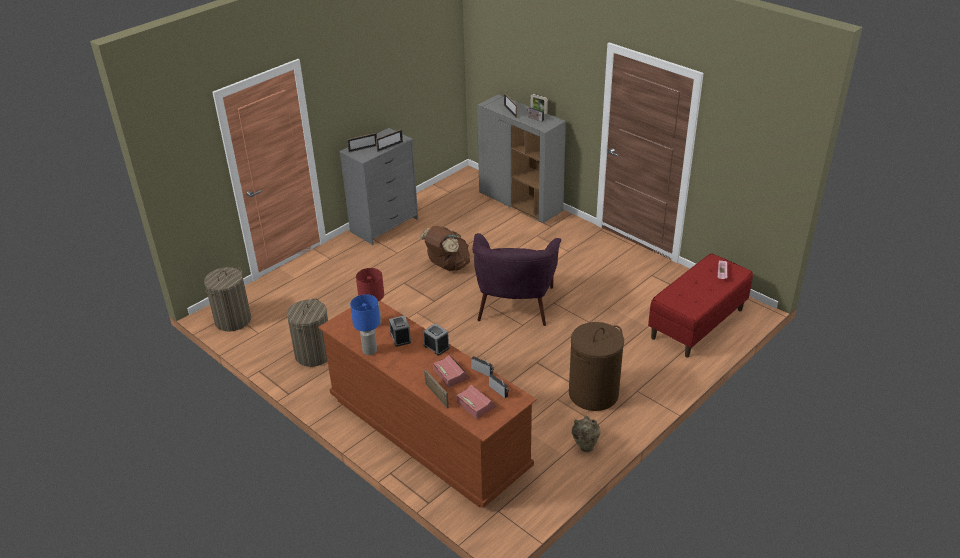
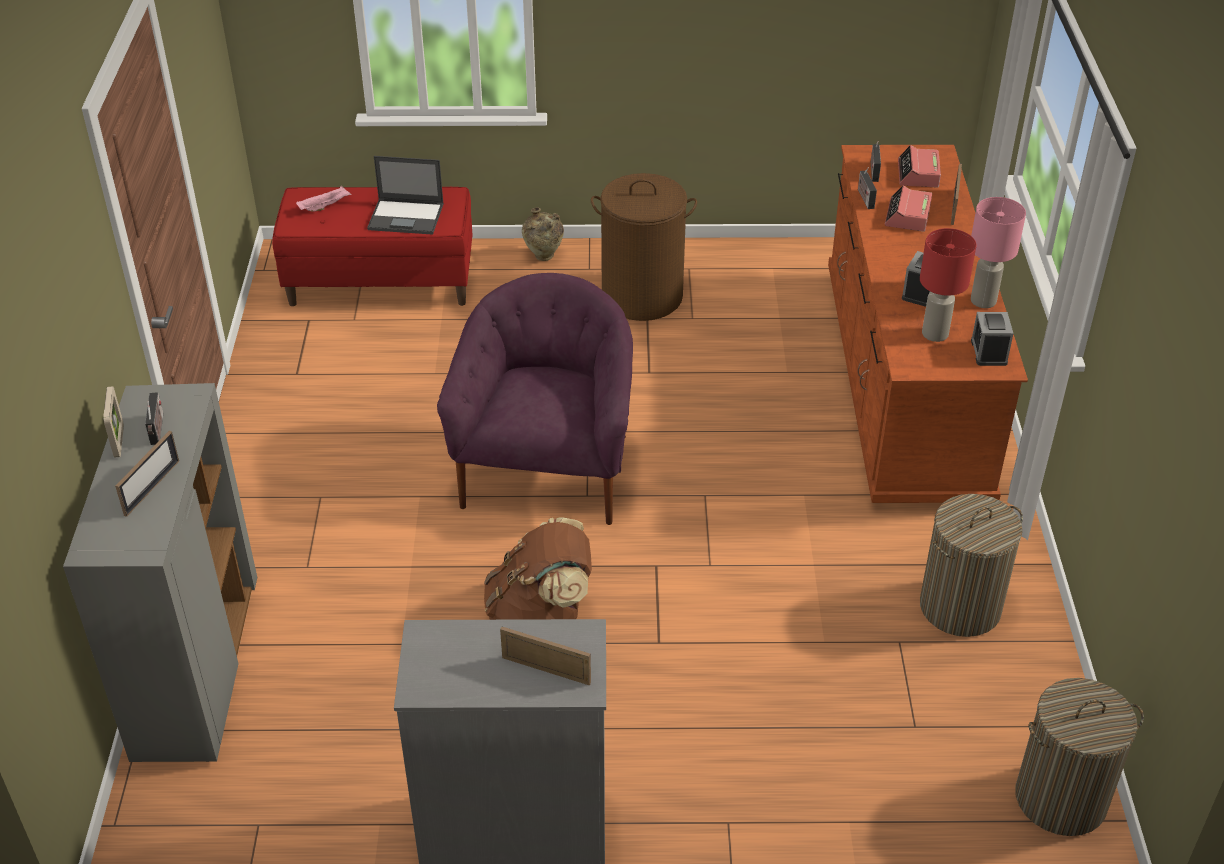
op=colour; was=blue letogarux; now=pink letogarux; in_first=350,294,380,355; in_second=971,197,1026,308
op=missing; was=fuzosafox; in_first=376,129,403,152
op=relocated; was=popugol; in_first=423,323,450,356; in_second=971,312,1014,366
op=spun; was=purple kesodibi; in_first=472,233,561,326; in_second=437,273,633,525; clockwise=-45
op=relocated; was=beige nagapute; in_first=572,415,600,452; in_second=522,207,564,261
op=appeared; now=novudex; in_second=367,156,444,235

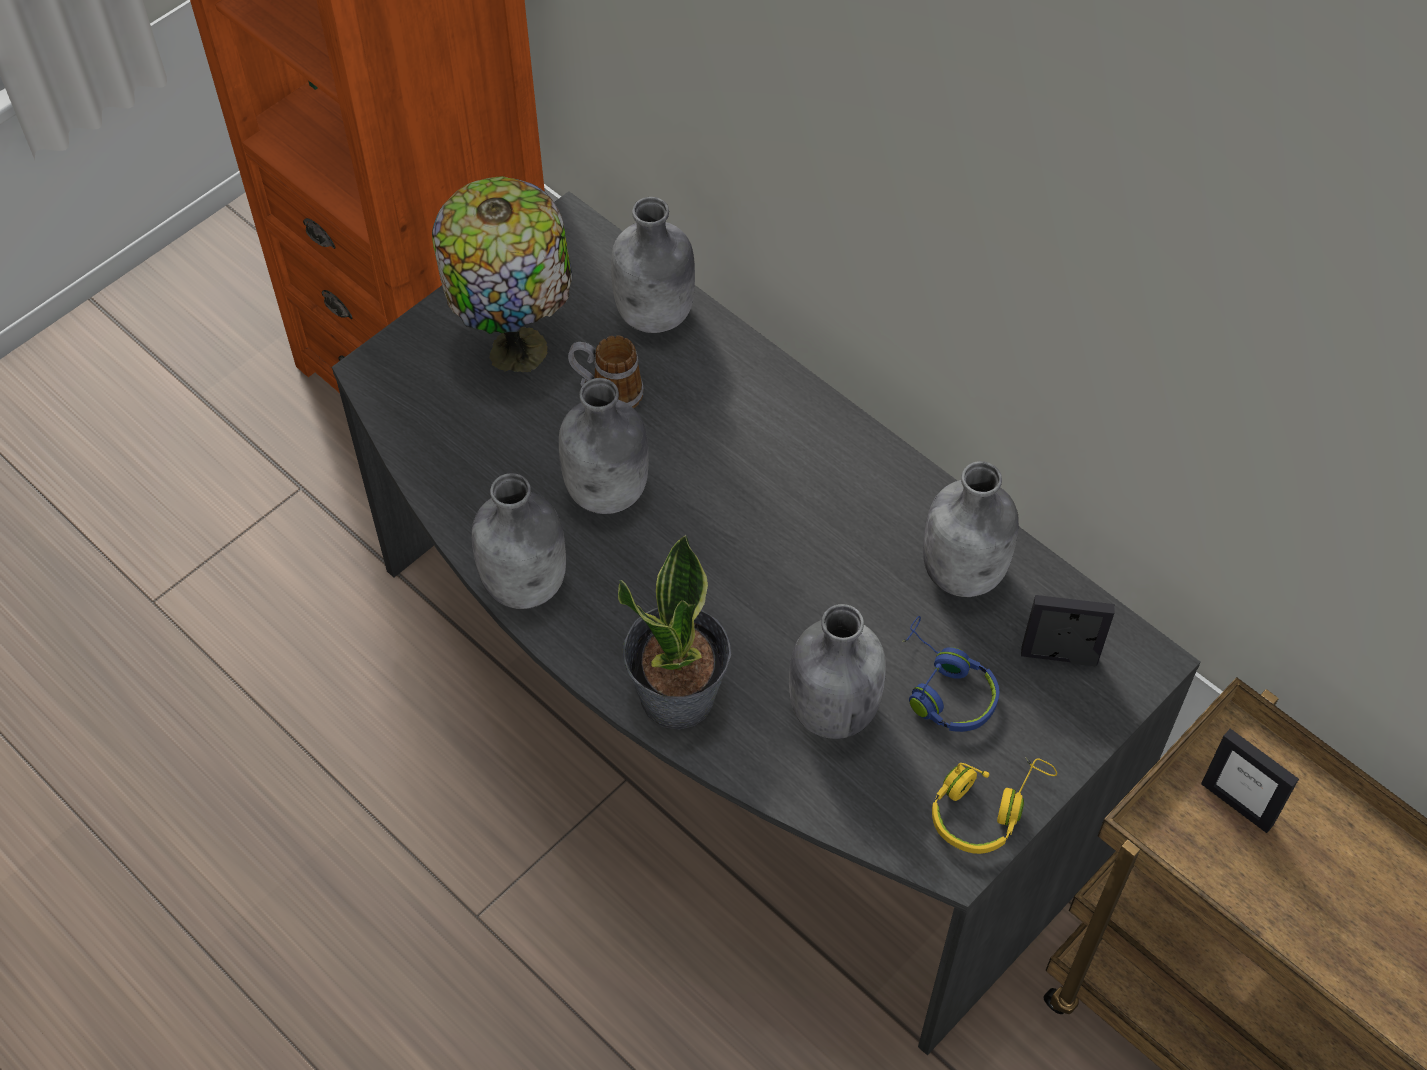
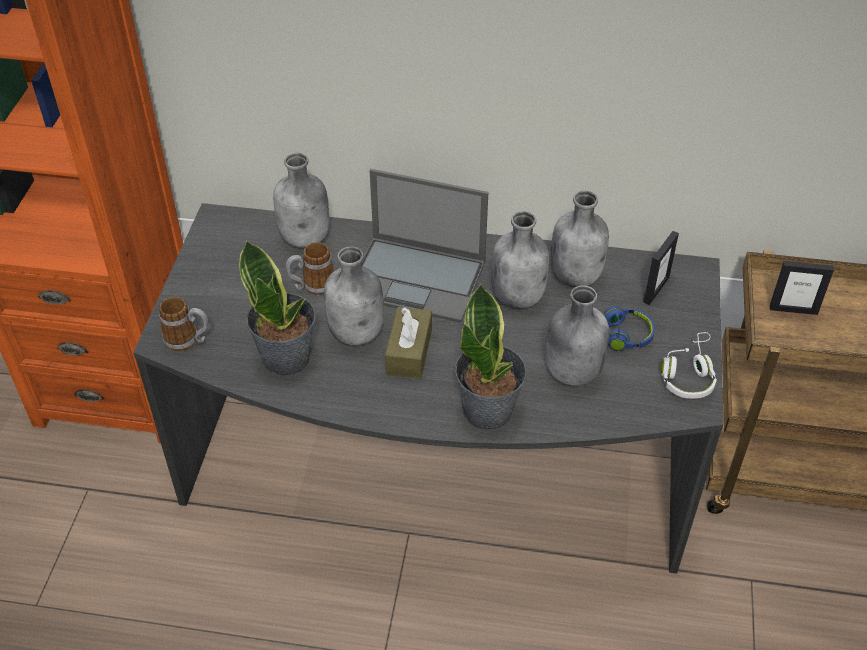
op=missing; was=letogarux; in_first=432,176,572,372
op=relocated; was=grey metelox; in_first=472,473,566,609; in_second=491,211,549,309
op=colour; was=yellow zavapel; now=white zavapel; in_first=932,757,1057,854; in_second=660,332,717,399
op=spun; was=fuzosafox; in_first=1021,595,1115,666; in_second=643,231,679,305; clockwise=150
op=appeared; now=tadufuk; in_second=159,297,208,351
op=appeared; now=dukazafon; in_second=239,240,316,376
op=appeared; now=novudex; in_second=361,169,488,323
op=appeared; now=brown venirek; in_second=385,307,432,379

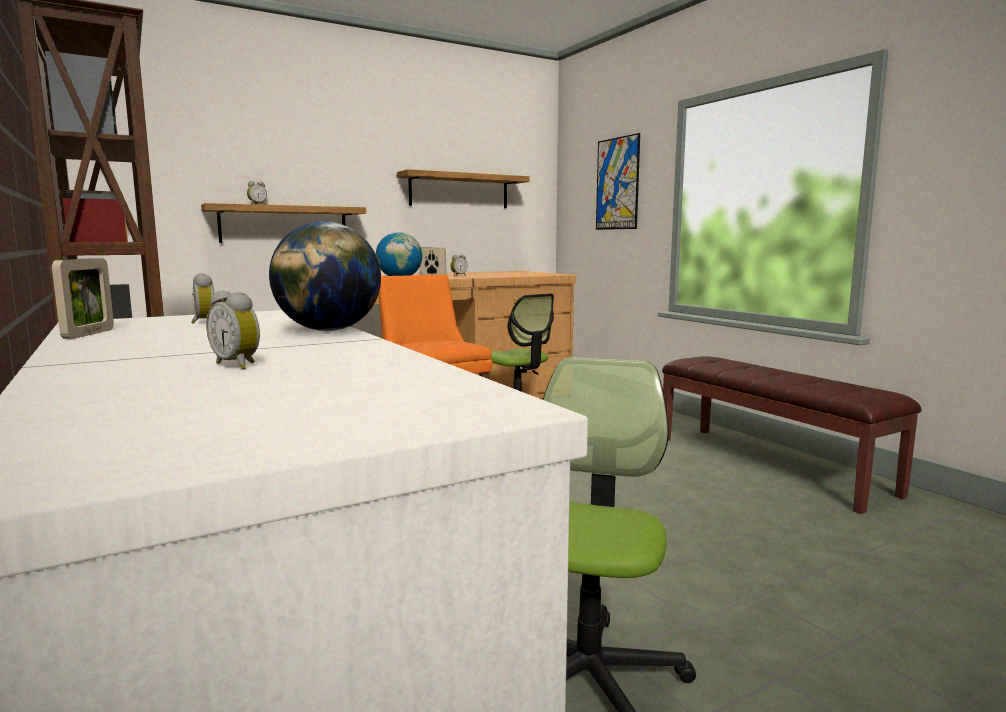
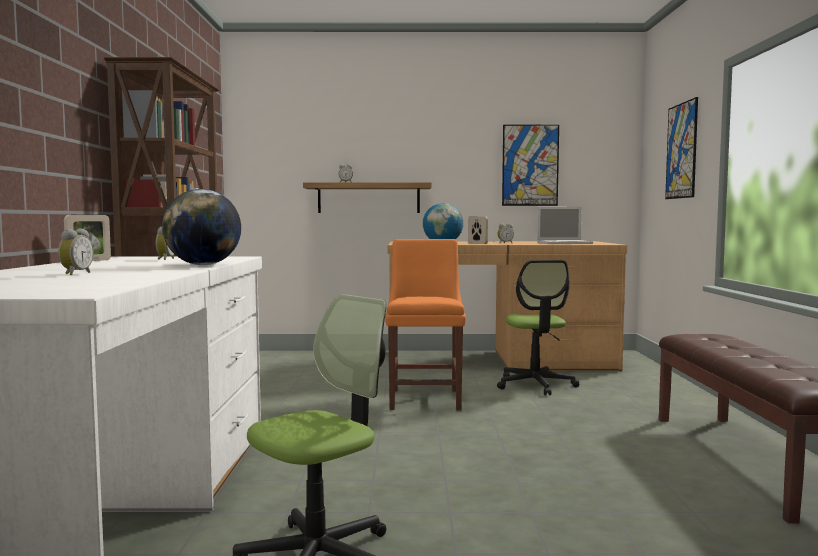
op=spun; was=popugol; in_first=206,291,260,369; in_second=58,229,94,275; clockwise=-150
op=exchanged; was=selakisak; now=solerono; in_first=397,169,530,208; in_second=502,125,559,206
op=appeared; now=novudex; in_second=537,206,593,244

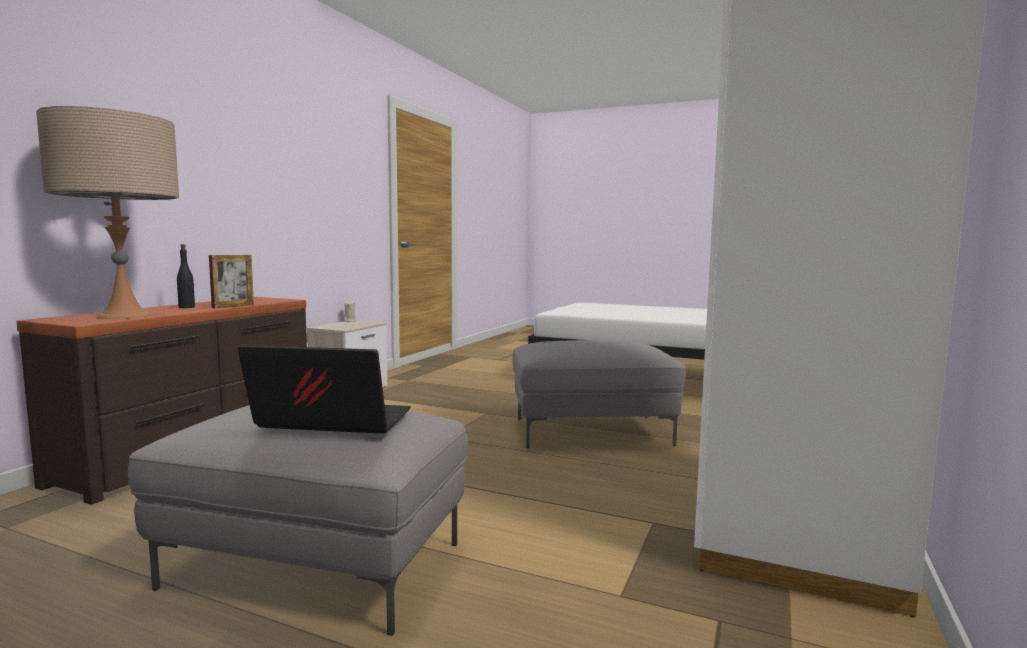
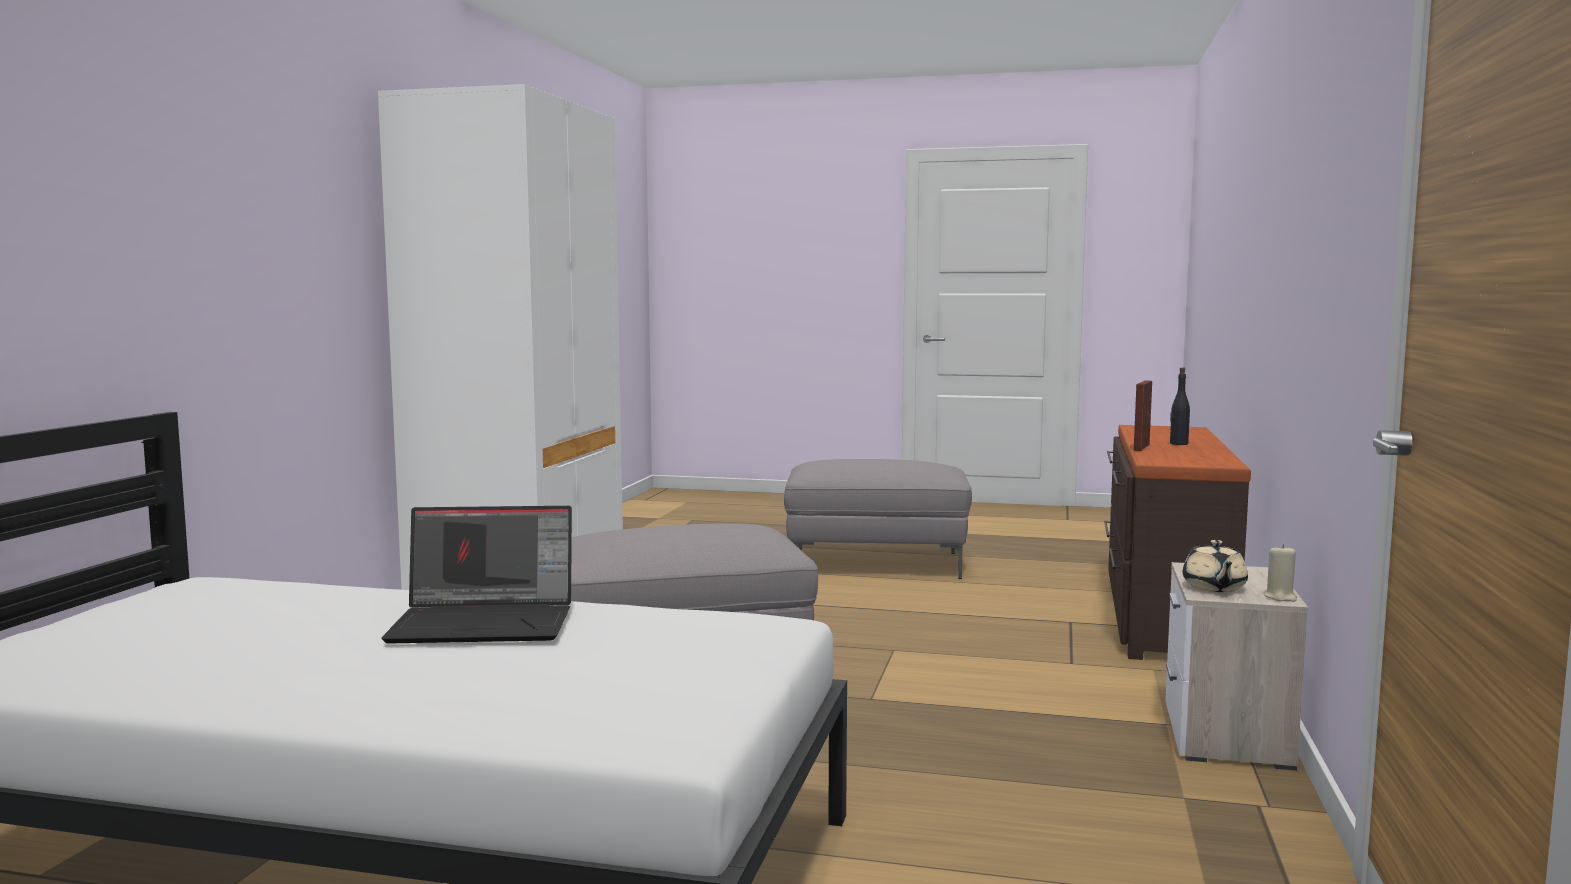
op=missing; was=beige letogarux; in_first=36,106,179,319
op=relocated; was=novudex; in_first=237,345,411,433; in_second=381,506,572,644
op=appeared; now=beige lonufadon; in_second=1182,540,1248,592

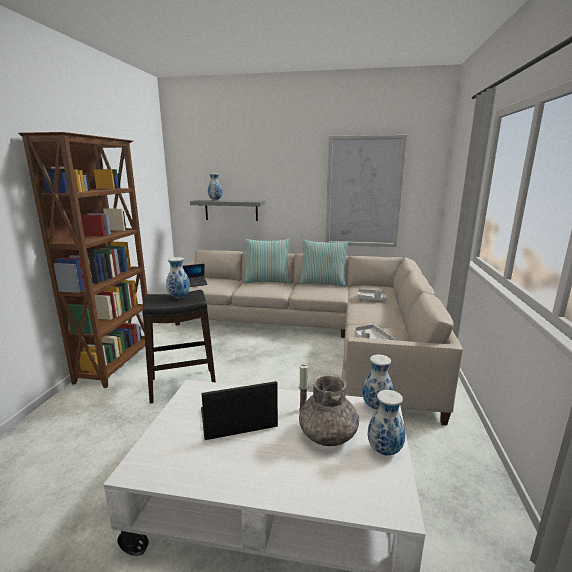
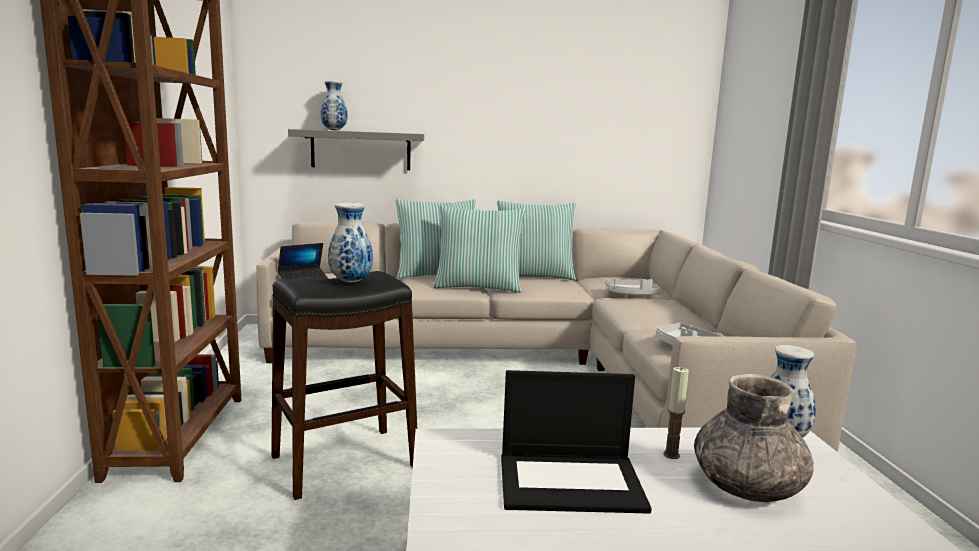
op=spun; was=novudex; in_first=201,381,278,440; in_second=501,370,652,514; clockwise=-150
op=missing; was=solerono; in_first=325,135,407,247
op=missing; was=nagapute; in_first=368,390,405,455
op=appeared; now=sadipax; in_second=433,205,526,293

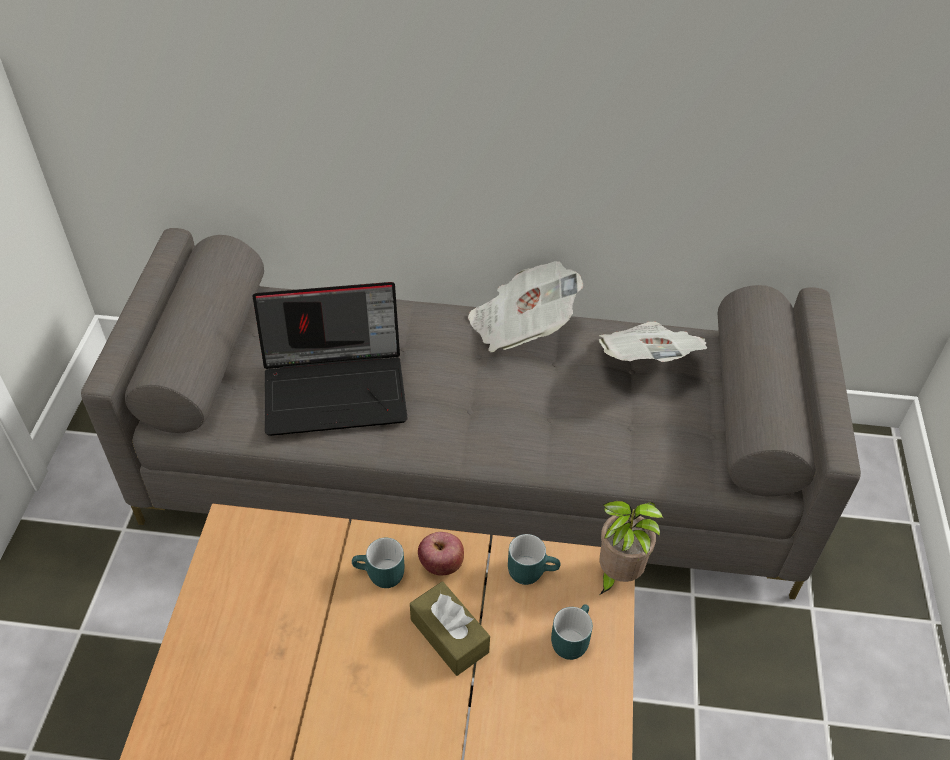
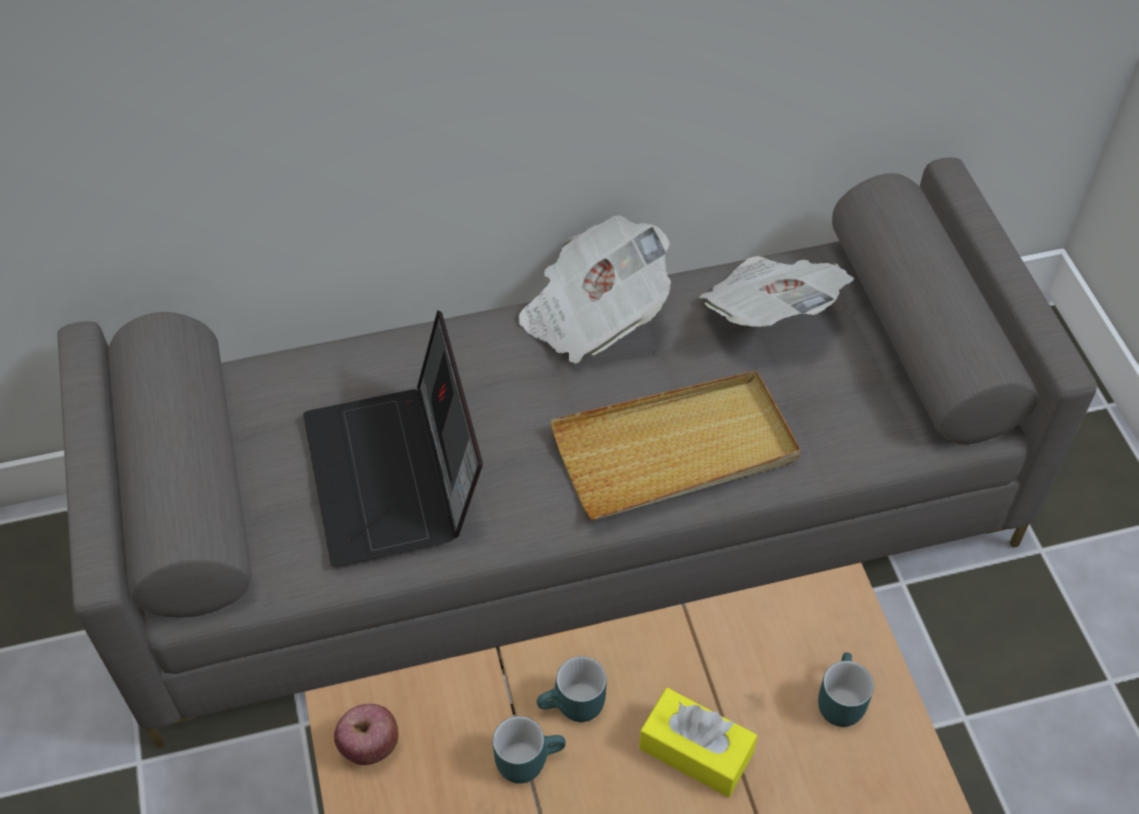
op=spun; was=novudex; in_first=253,282,407,436; in_second=303,310,483,566; clockwise=105
op=colour; was=brown venirek; now=yellow venirek; in_first=410,581,490,676; in_second=639,688,758,797
op=relocated; was=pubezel; in_first=418,532,464,575; in_second=334,704,399,765
op=relocated; was=turquoise tadufuk; in_first=508,534,560,585; in_second=493,716,566,784
op=missing; was=dukazafon; in_first=599,501,663,595
op=appeared; now=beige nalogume; in_second=551,370,801,521

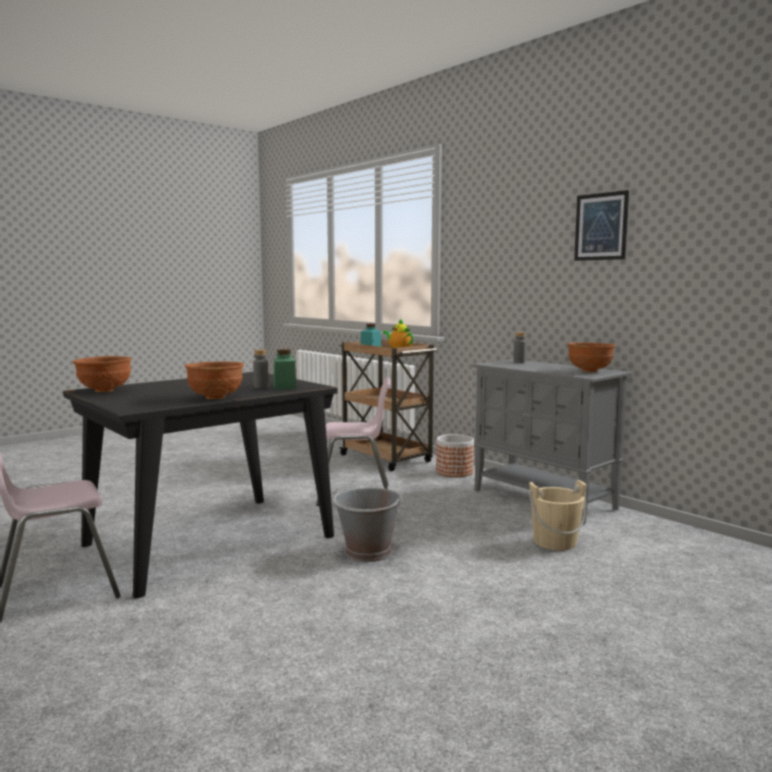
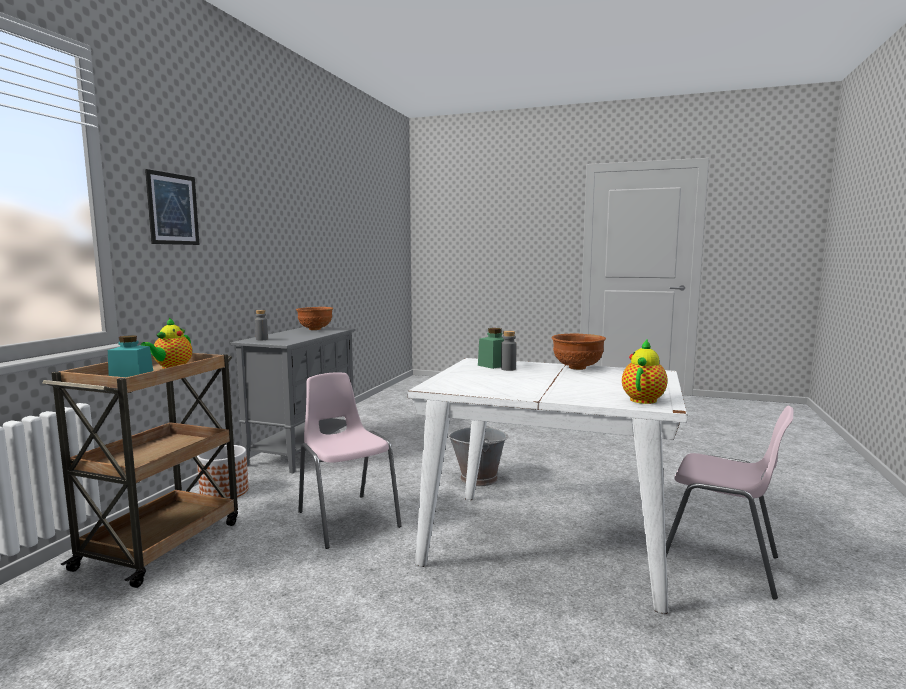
op=colour; was=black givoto; now=white givoto; in_first=63,372,338,599; in_second=407,358,687,614
op=exchanged; was=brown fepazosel; now=lonufadon; in_first=73,356,132,392; in_second=622,339,667,404
op=missing; was=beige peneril; in_first=529,480,587,551
op=relocated; was=solerono; in_first=574,190,629,261; in_second=145,169,199,245

